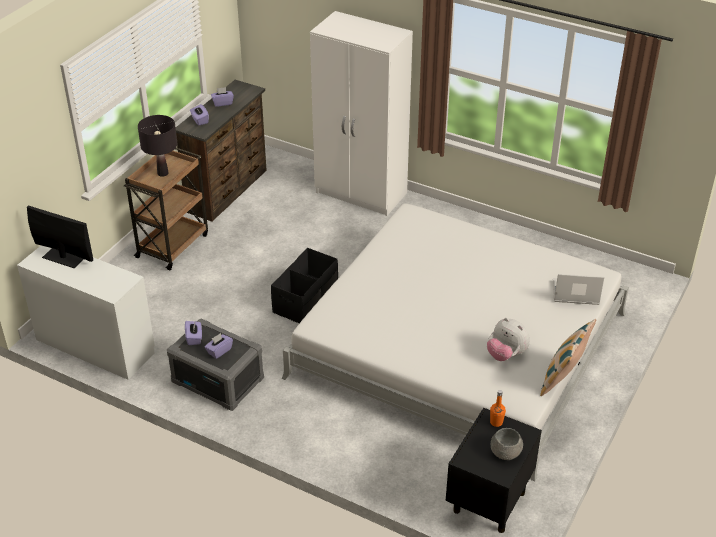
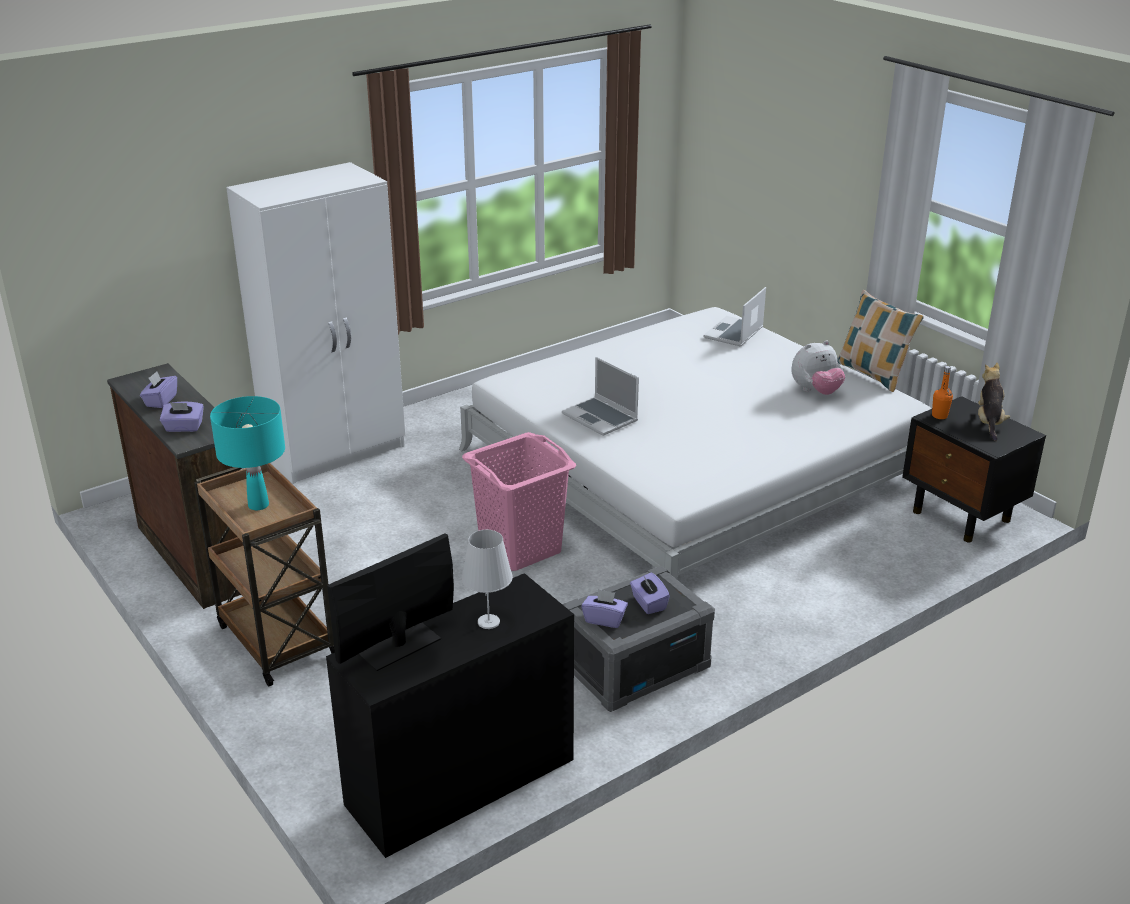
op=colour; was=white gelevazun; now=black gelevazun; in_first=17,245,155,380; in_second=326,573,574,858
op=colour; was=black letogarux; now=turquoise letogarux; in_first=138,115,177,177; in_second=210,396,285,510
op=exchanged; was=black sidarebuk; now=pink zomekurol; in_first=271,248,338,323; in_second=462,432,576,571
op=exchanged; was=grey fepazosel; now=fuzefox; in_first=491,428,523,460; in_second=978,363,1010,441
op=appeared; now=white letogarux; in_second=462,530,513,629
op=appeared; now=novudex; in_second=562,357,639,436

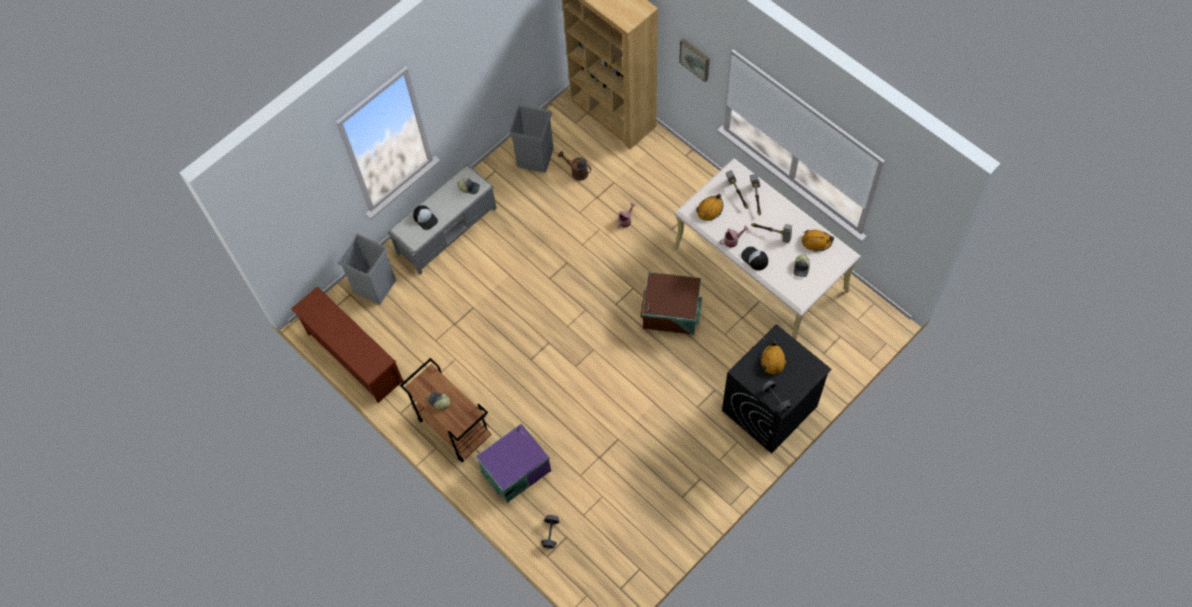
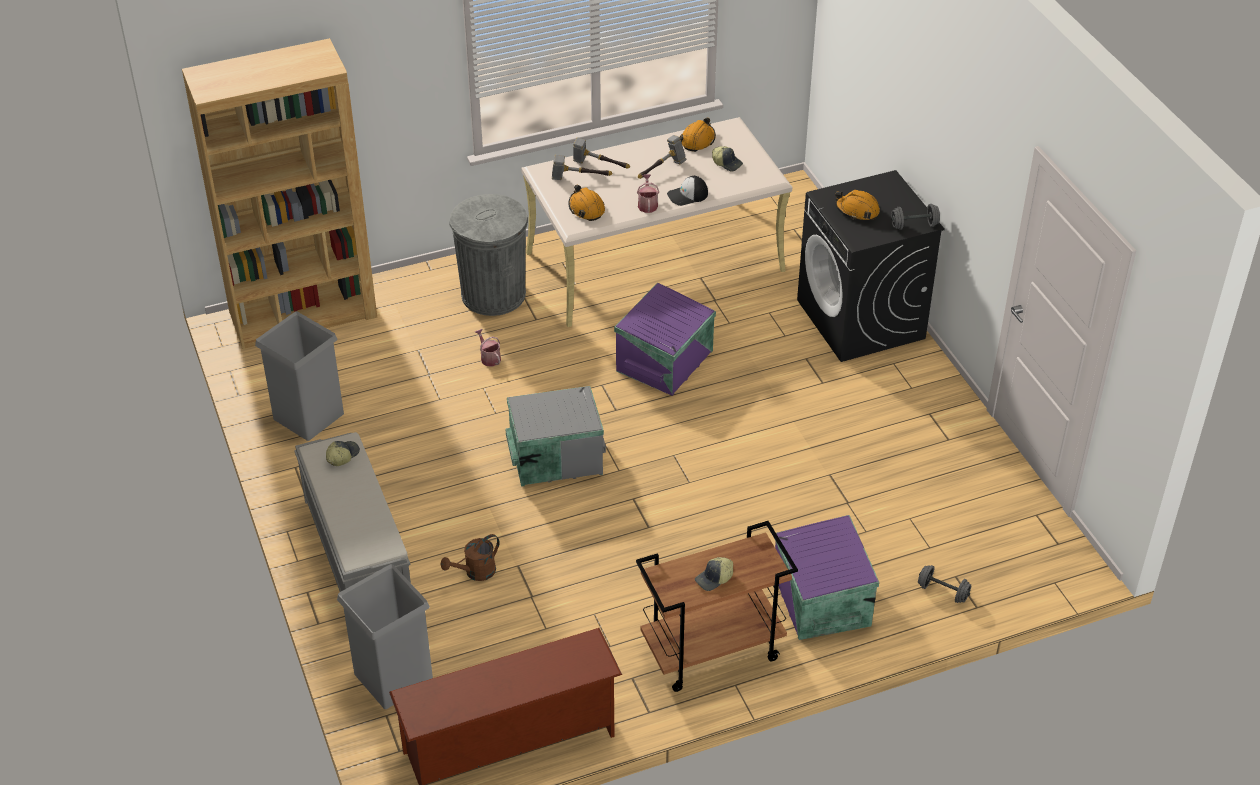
op=missing; was=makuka; in_first=413,205,438,230
op=relocated; was=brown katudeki; in_first=558,151,591,181; in_second=441,534,500,581
op=colour; was=brown sidarebuk; now=purple sidarebuk; in_first=640,272,702,335; in_second=614,283,716,396
op=missing; was=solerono; in_first=679,39,710,82
op=appeared; now=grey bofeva; in_second=449,194,528,316
op=appeared; now=grey sidarebuk; in_second=505,386,606,487

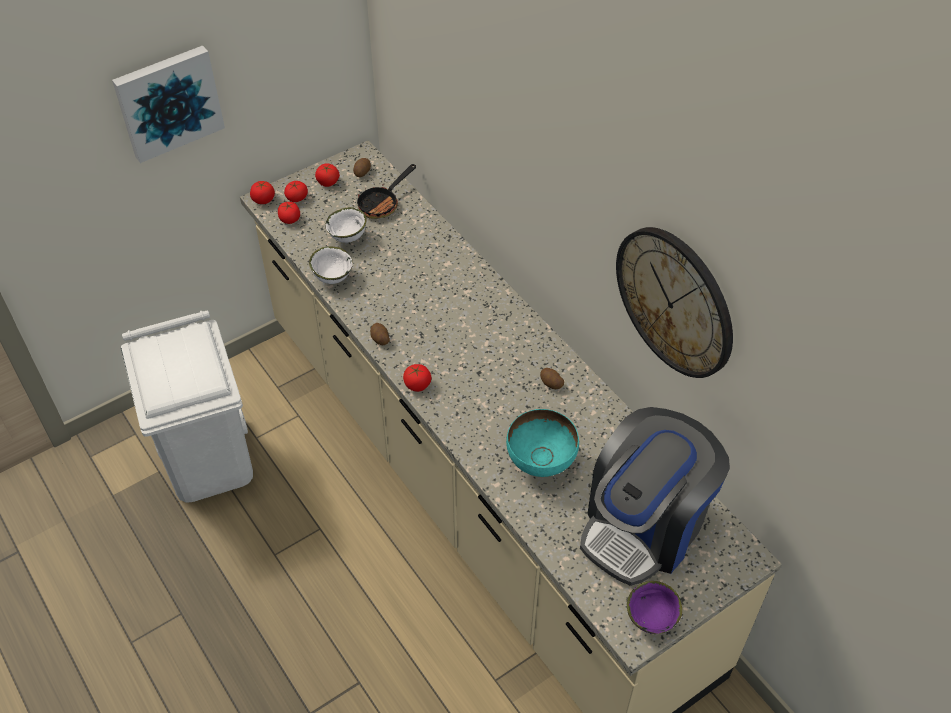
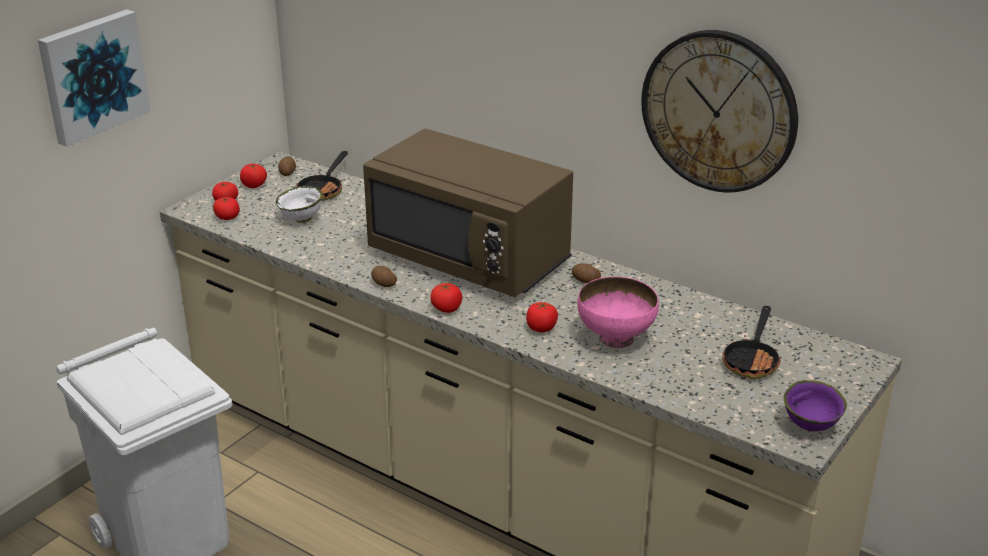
op=relocated; was=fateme; in_first=250,181,275,204; in_second=526,302,558,332
op=missing; was=white fepazosel; in_first=309,246,353,284
op=colour; was=turquoise fepazosel; now=pink fepazosel; in_first=506,409,579,477; in_second=577,277,659,348
op=exchanged; was=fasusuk; now=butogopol; in_first=580,407,730,586; in_second=722,306,781,379
op=appeared; now=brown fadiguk; in_second=363,129,573,297

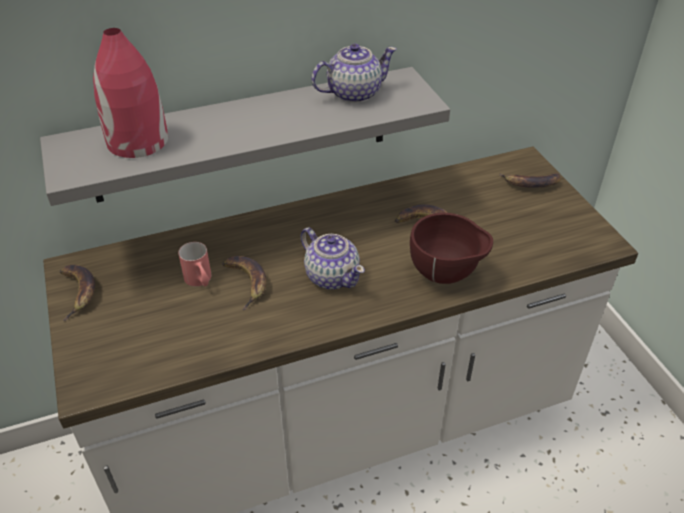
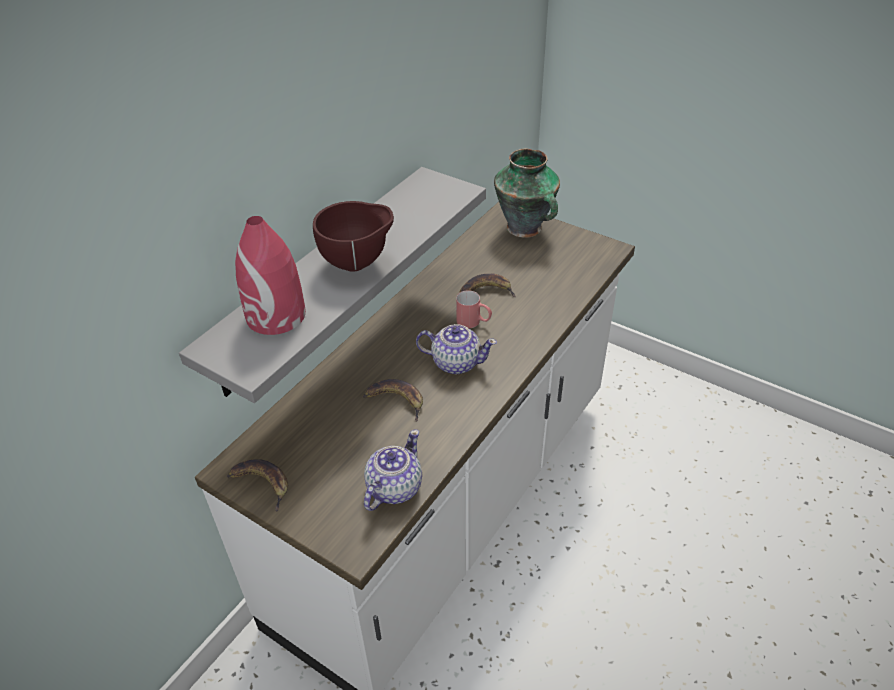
op=relocated; was=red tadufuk; in_first=178,242,211,287; in_second=456,290,492,328
op=relocated; was=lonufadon; in_first=311,44,397,103; in_second=364,429,422,511
op=relocated; was=brown fepazosel; in_first=410,213,493,284; in_second=313,201,394,272
op=exchanged; was=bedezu; now=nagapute; in_first=499,173,561,188; in_second=494,148,560,238

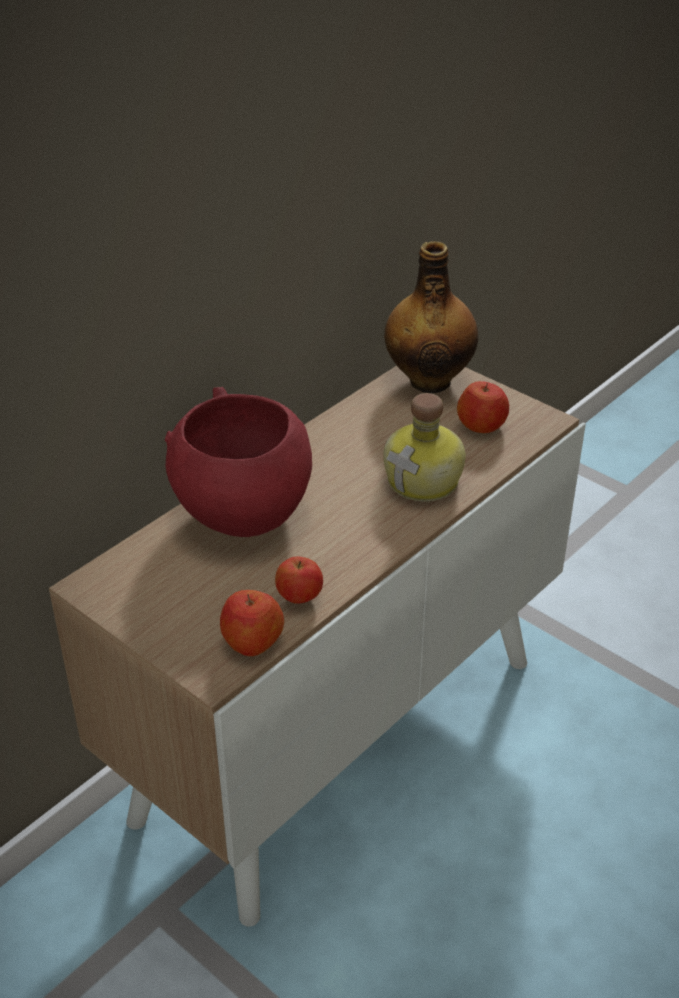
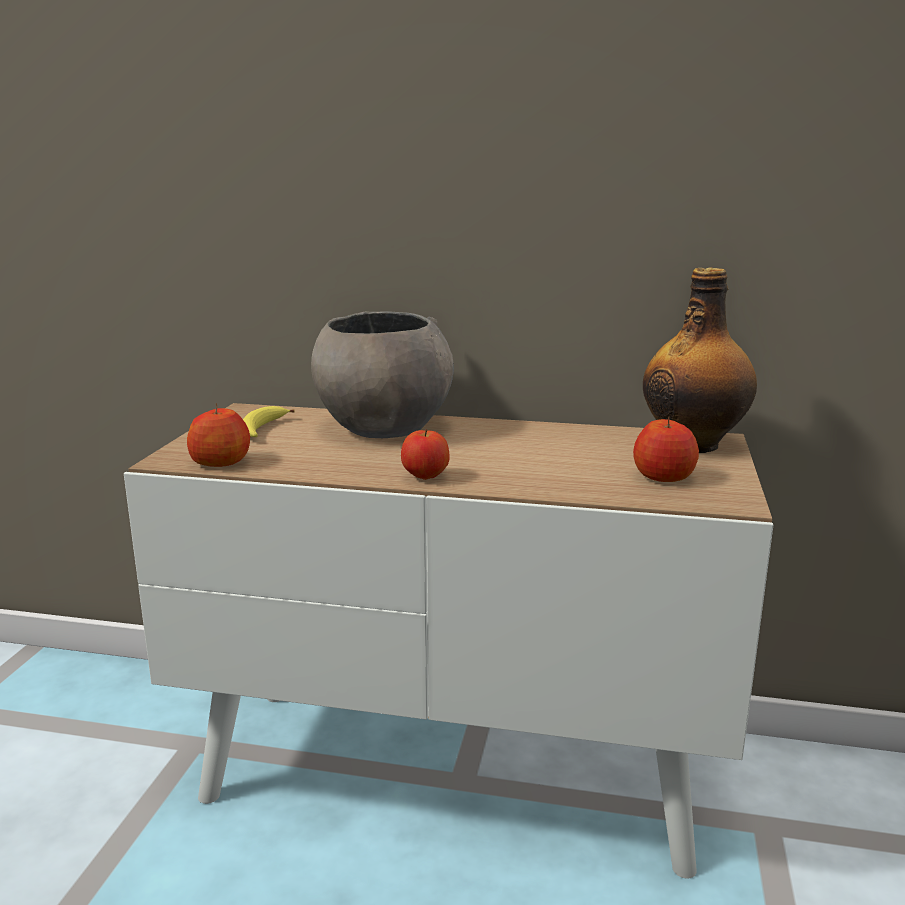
op=colour; was=red fepazosel; now=grey fepazosel; in_first=165,387,312,537; in_second=311,311,454,438
op=relocated; was=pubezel; in_first=275,557,323,604; in_second=401,429,450,480
op=missing; was=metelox; in_first=383,393,466,501
op=appeared; now=bedezu; in_second=243,406,295,437

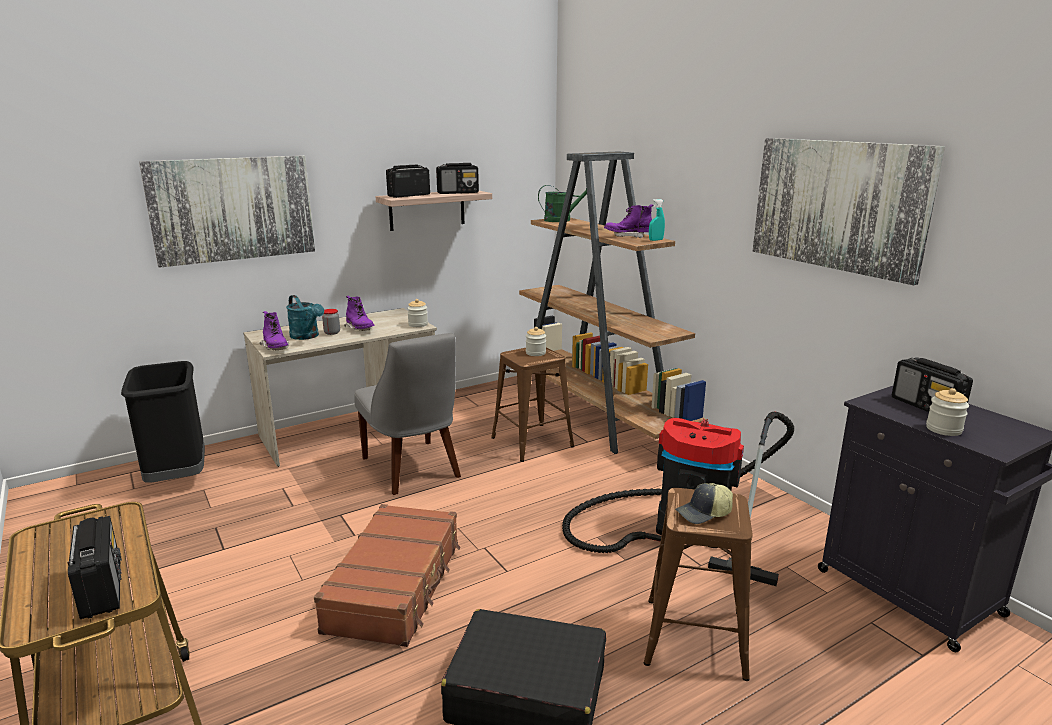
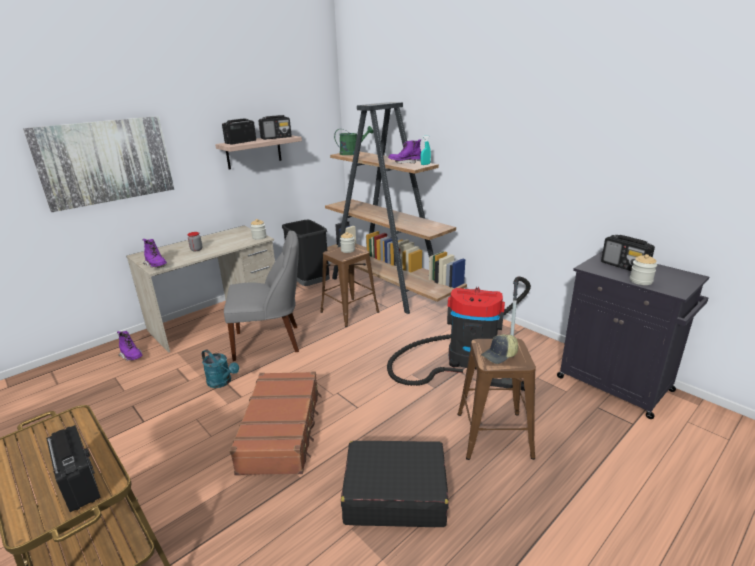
op=relocated; was=black bofeva; in_first=121,361,205,482; in_second=282,220,330,286
op=relocated; was=turquoise katudeki; in_first=286,295,324,340; in_second=202,349,239,388
op=relocated; was=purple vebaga; in_first=344,296,374,331; in_second=117,331,143,361
op=spun; was=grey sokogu; in_first=354,333,461,495; in_second=224,231,299,361; clockwise=-60
op=missing; was=solerono; in_first=752,138,945,285

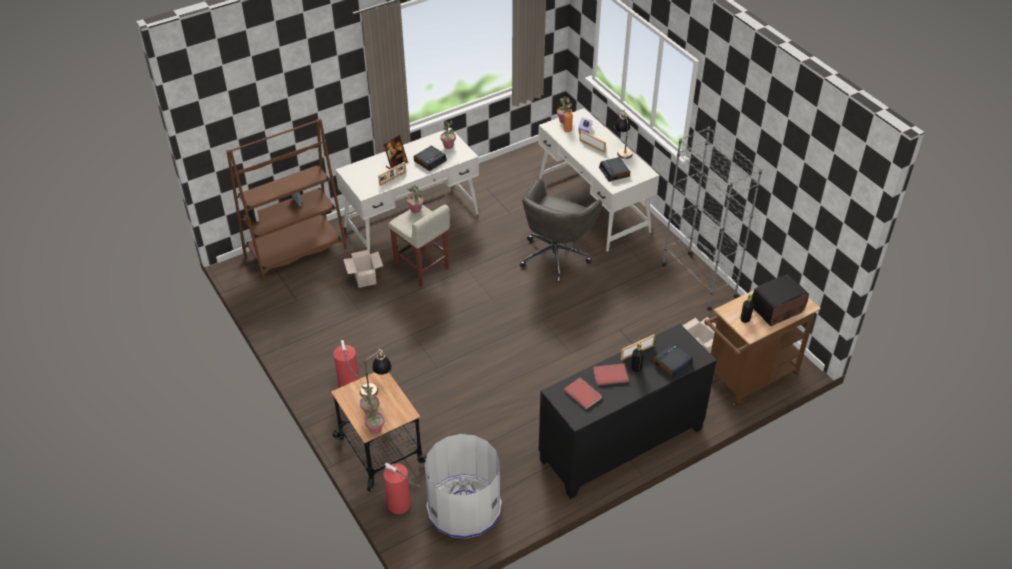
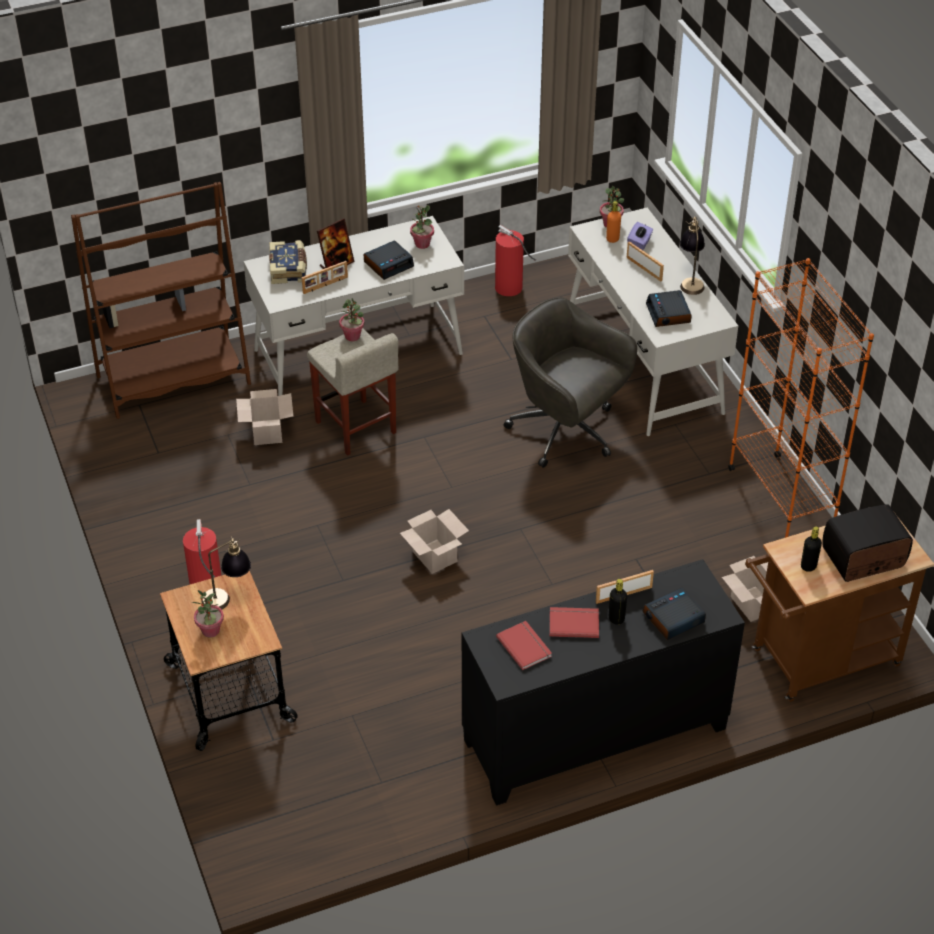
op=missing; was=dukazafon; in_first=364,403,385,434
op=relocated; was=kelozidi; in_first=383,462,420,514; in_second=495,225,536,296
op=missing; was=grey bofeva; in_first=425,434,502,539
op=spun; was=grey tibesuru; in_first=520,179,602,282; in_second=504,297,637,468; clockwise=90
op=colour; was=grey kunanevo; now=orange kunanevo; in_first=662,127,762,311; in_second=728,258,874,538
op=appeared; now=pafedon; in_second=269,240,307,284
op=appeared; now=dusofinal; in_second=400,509,469,574

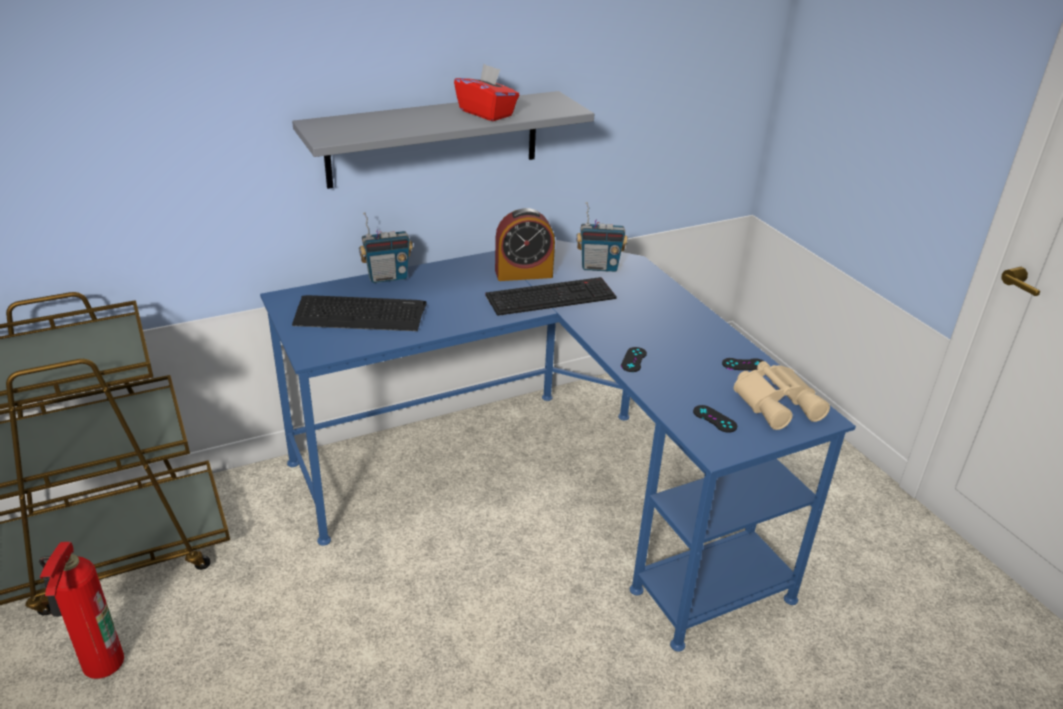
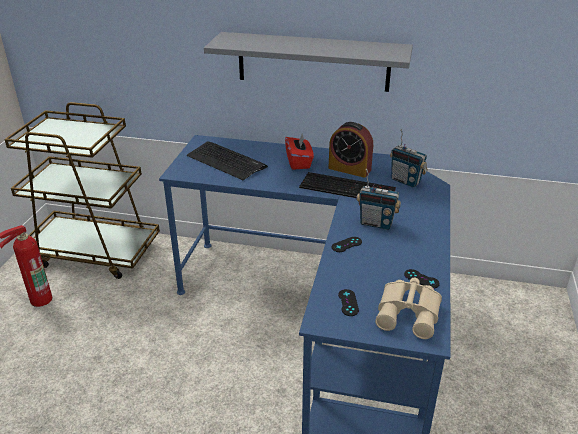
op=relocated; was=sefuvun; in_first=359,212,413,283; in_second=356,169,401,230
op=relocated; was=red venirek; in_first=454,64,519,121; in_second=285,132,314,170

